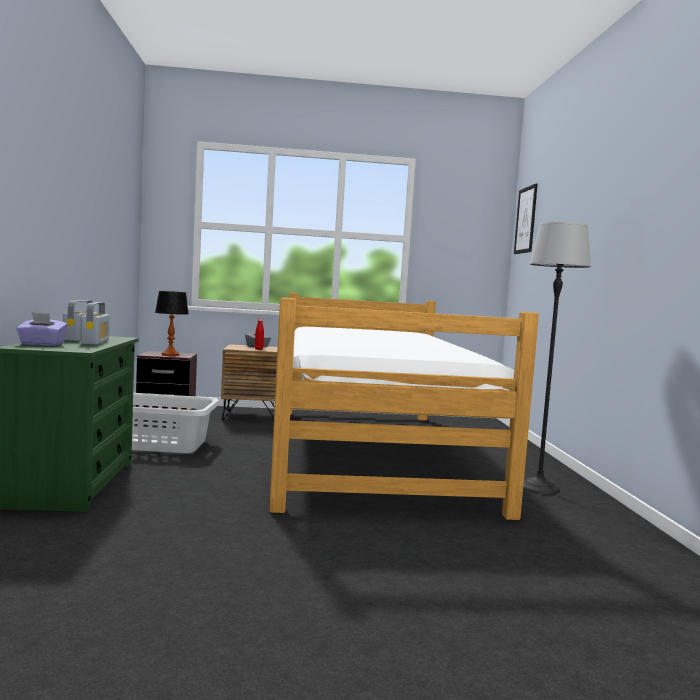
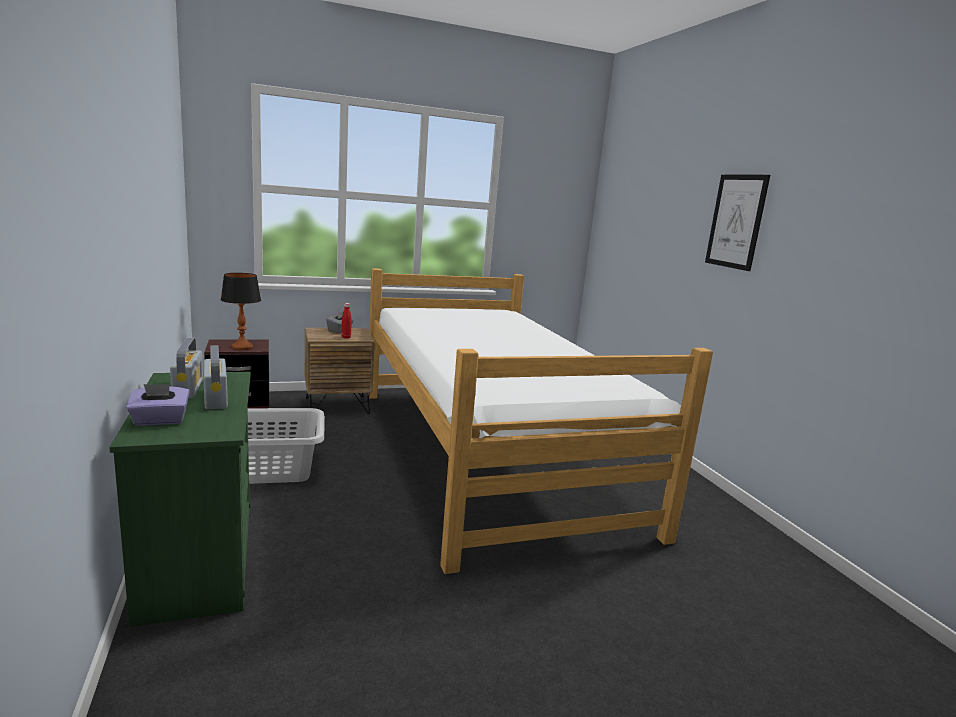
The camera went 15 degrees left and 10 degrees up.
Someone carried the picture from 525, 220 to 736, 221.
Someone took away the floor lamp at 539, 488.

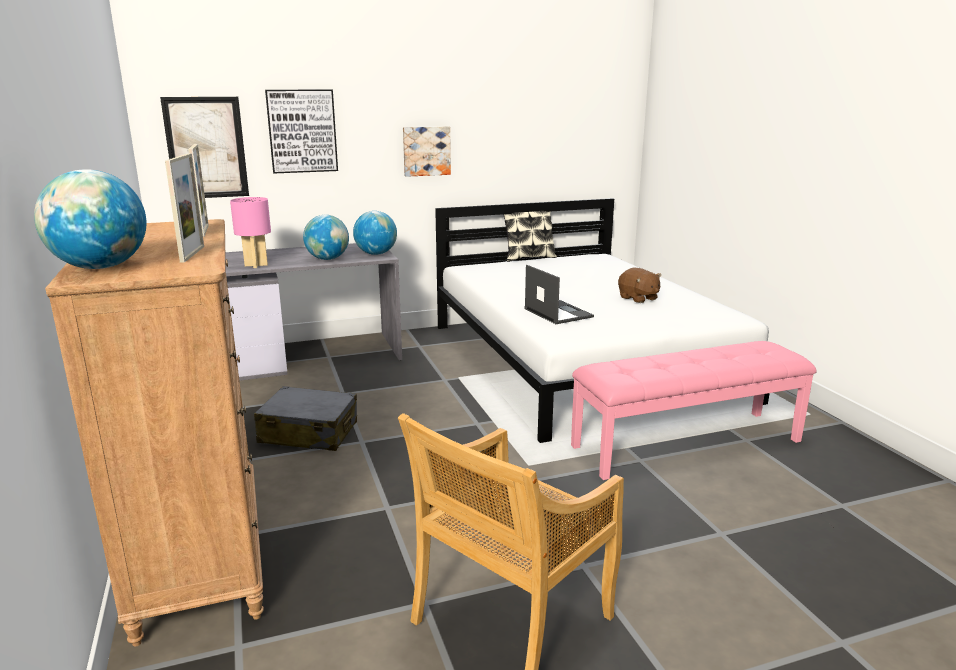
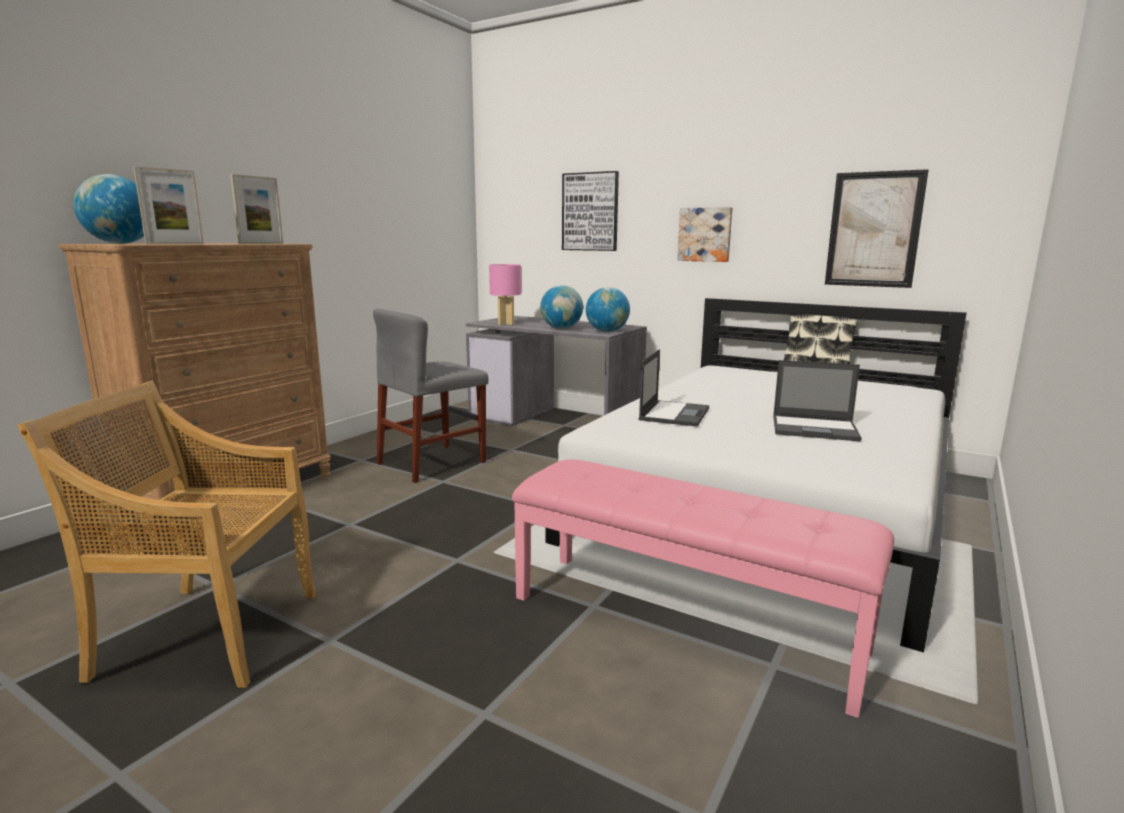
The camera went 50 degrees right and 5 degrees down.
Someone swapped the grey suitcase at 308, 433 for the grey chair at 432, 463.
Someone swapped the brown plush toy at 638, 298 for the laptop at 815, 429.
Someone carried the picture from 206, 148 to 874, 230.

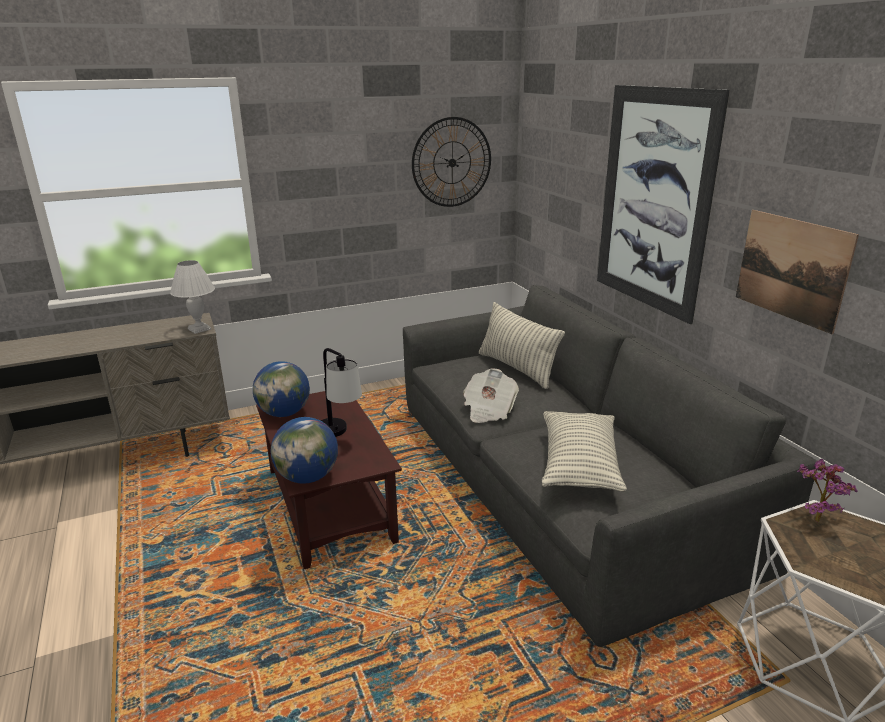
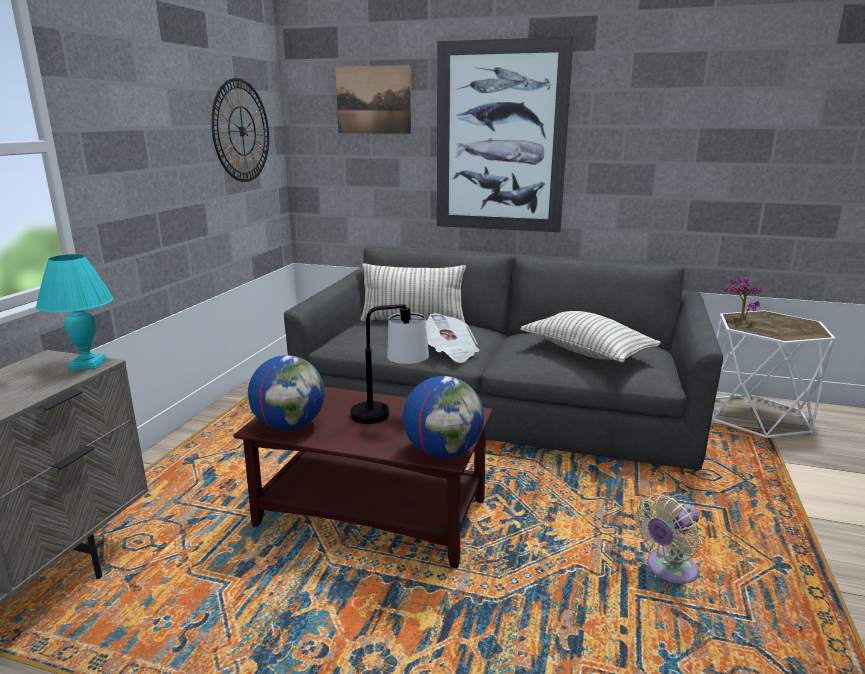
The camera went 50 degrees left and 5 degrees down.
Someone repainted the white table lamp at 199, 329, which became the turquoise table lamp at 86, 364.
Someone carried the picture from 791, 269 to 373, 100.
Someone put down the beige fan at 668, 570.

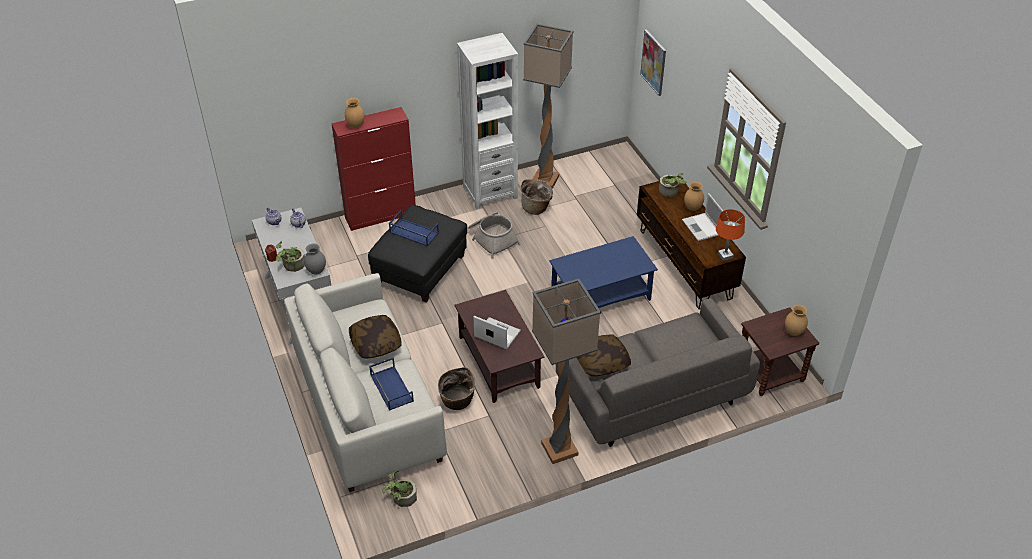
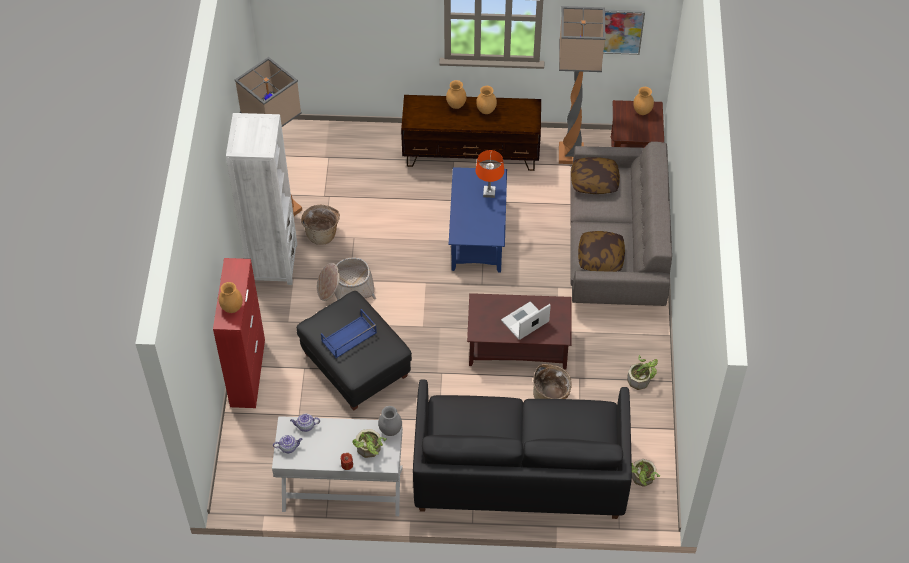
The camera went 65 degrees left and 10 degrees up.
Someone repainted the white sofa at 367, 406, which became the black sofa at 520, 471.
Someone swapped the laptop at 702, 227 for the brown vase at 486, 110.
Someone carried the orange table lamp from 725, 256 to 489, 193.
Someone carried the floor lamp from 559, 450 to 572, 155.
Someone carried the pillow from 375, 343 to 594, 182.
Someone carried the picture from 653, 62 to 619, 31.
Someone carried the potted plant from 670, 191 to 641, 379.
Someone took away the blue tray at 391, 388.

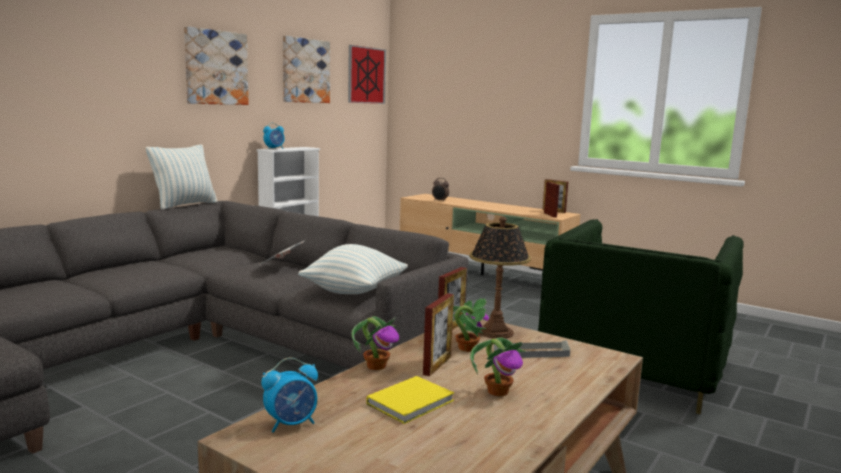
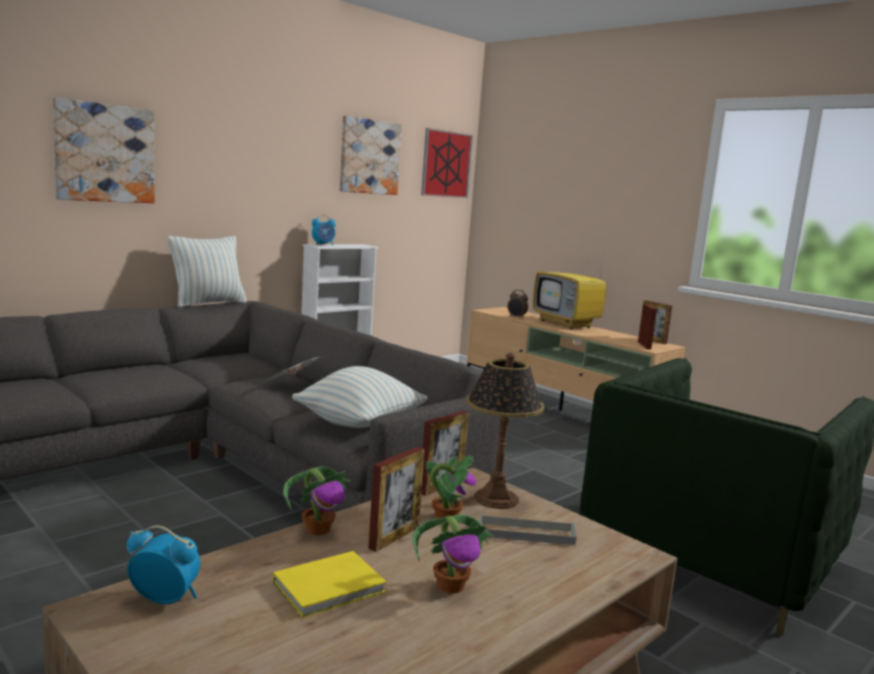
The camera went 10 degrees right and 0 degrees up.
Someone carried the picture from 216, 67 to 105, 153.
Someone rotated the alarm clock at 291, 424 by 150 degrees counterclockwise.
Someone put down the television at 567, 324.

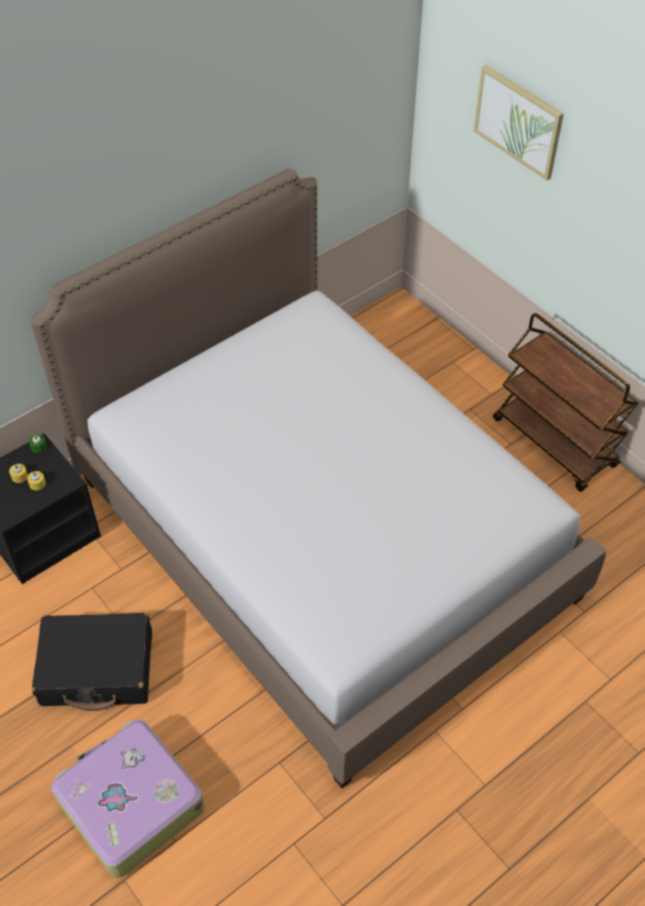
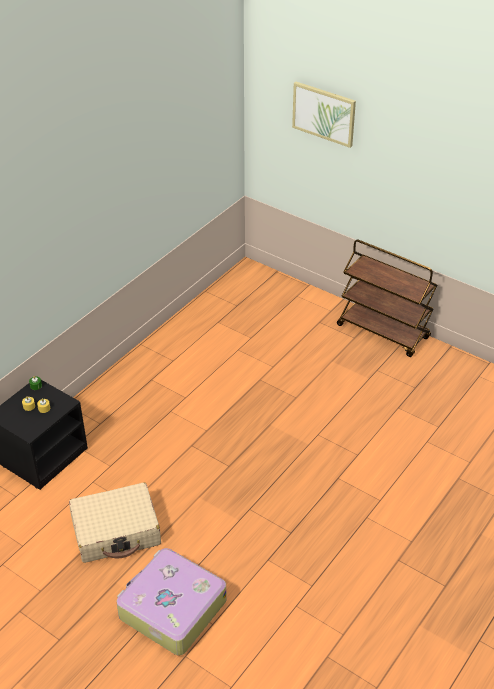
The camera went 15 degrees left and 10 degrees down.
Someone repainted the black suitcase at 98, 669, which became the beige suitcase at 116, 531.
Someone took away the bed at 322, 537.

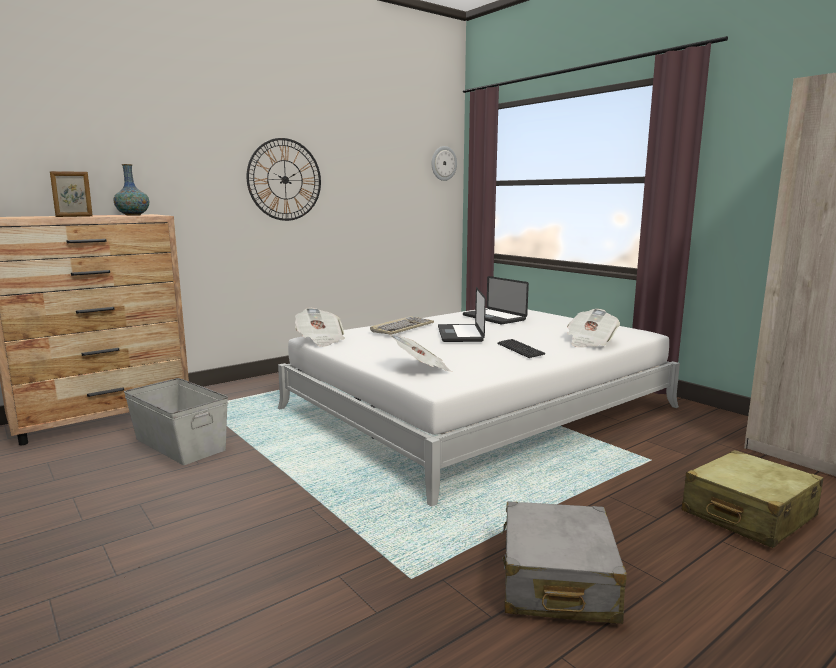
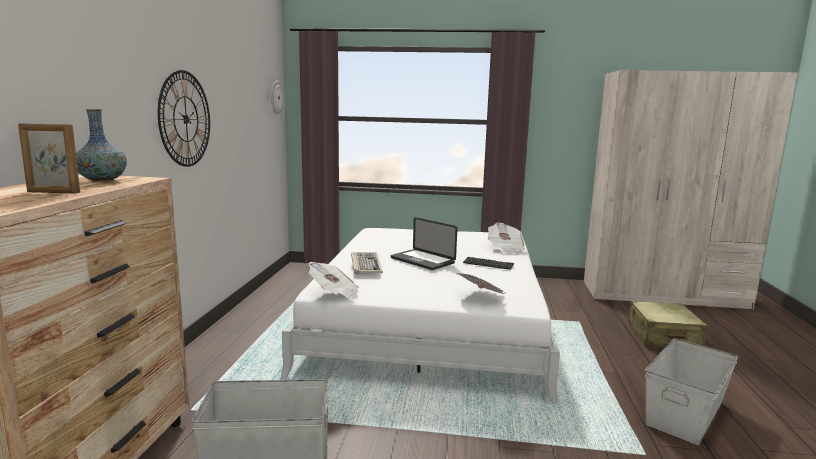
The camera went 45 degrees left and 0 degrees up.
Someone rotated the picture frame at 74, 216 by 75 degrees clockwise.
Someone swapped the grey suitcase at 557, 580 for the grey storage box at 686, 413.
Someone took away the laptop at 494, 318.

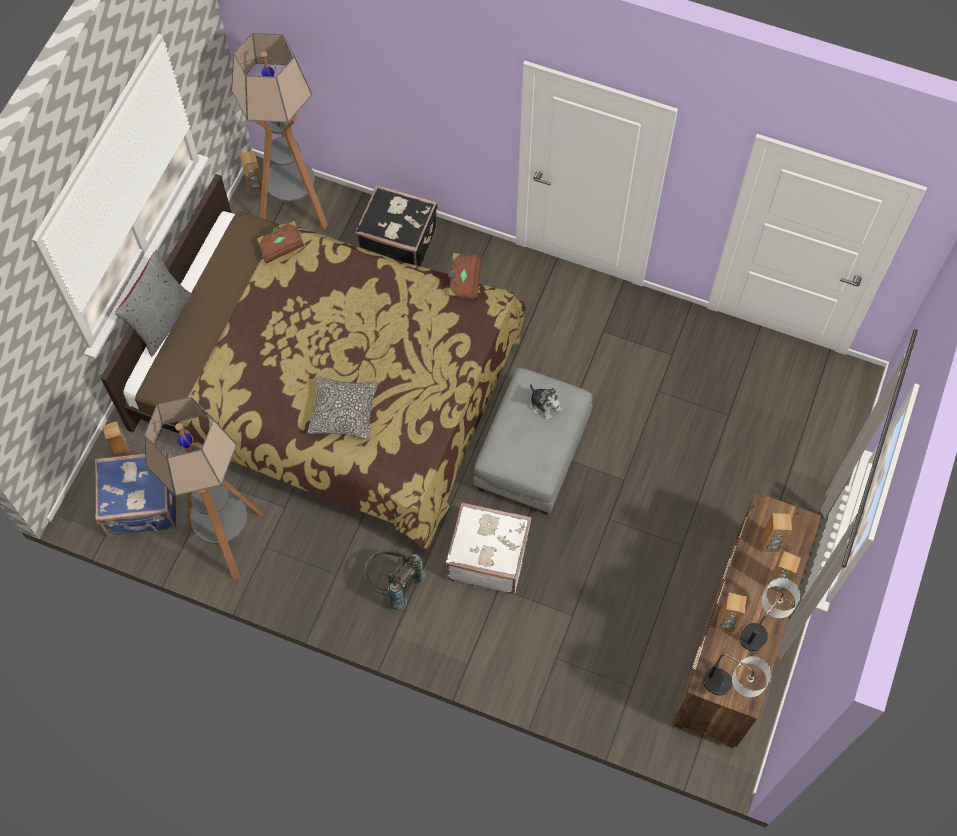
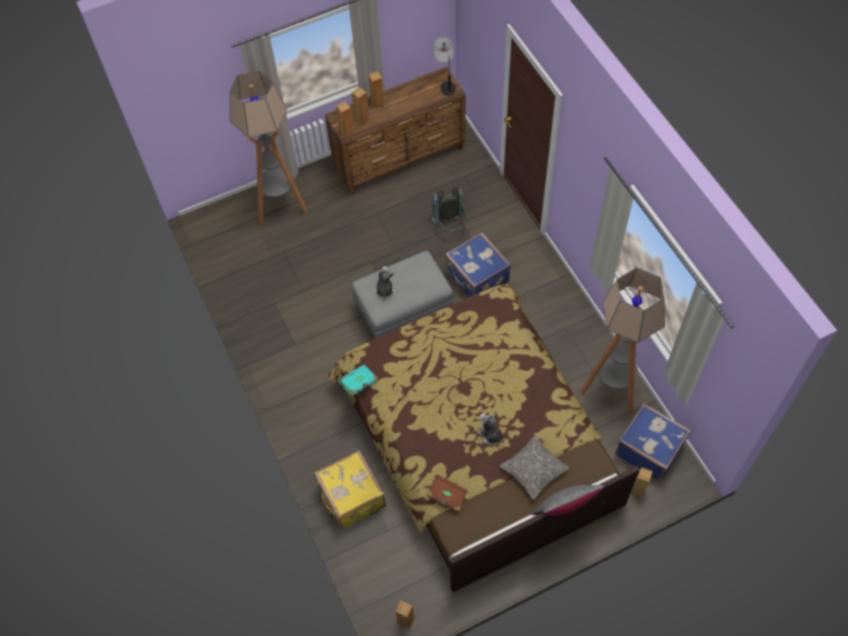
The camera went 135 degrees left and 5 degrees down.
Someone carried the floor lamp from 295, 211 to 281, 206.
Someone repainted the black suitcase at 398, 240, which became the yellow suitcase at 351, 498.
Someone carried the brown speaker from 726, 623 to 347, 133.
Someone repainted the brown book at 464, 281, which became the turquoise book at 359, 383.
Someone carried the grey backpack from 393, 584 to 451, 226.
Someone repainted the white suitcase at 488, 556, which became the blue suitcase at 476, 278.
Someone put down the plush toy at 490, 435.
Someone carried the pillow from 343, 412 to 533, 470.
Someone took away the table lamp at 762, 626.

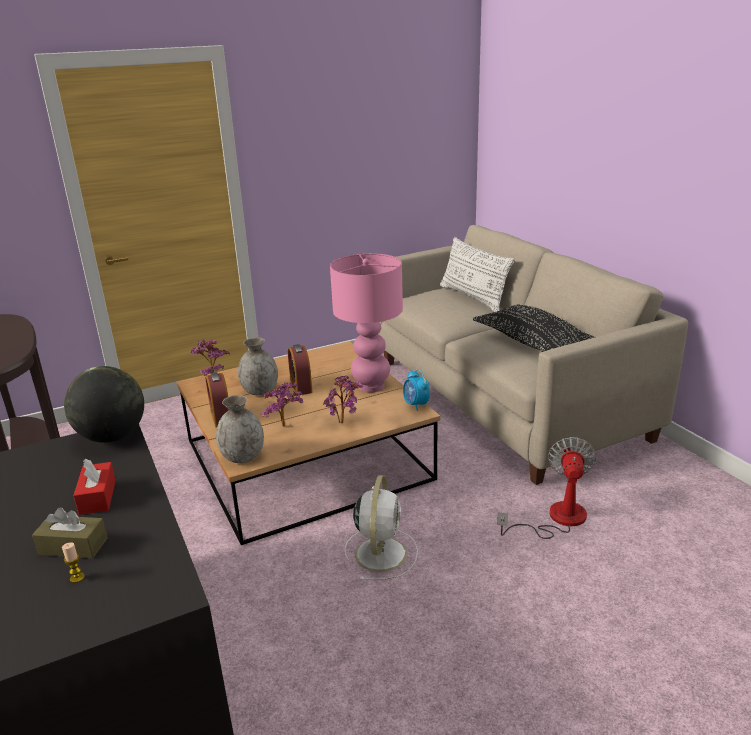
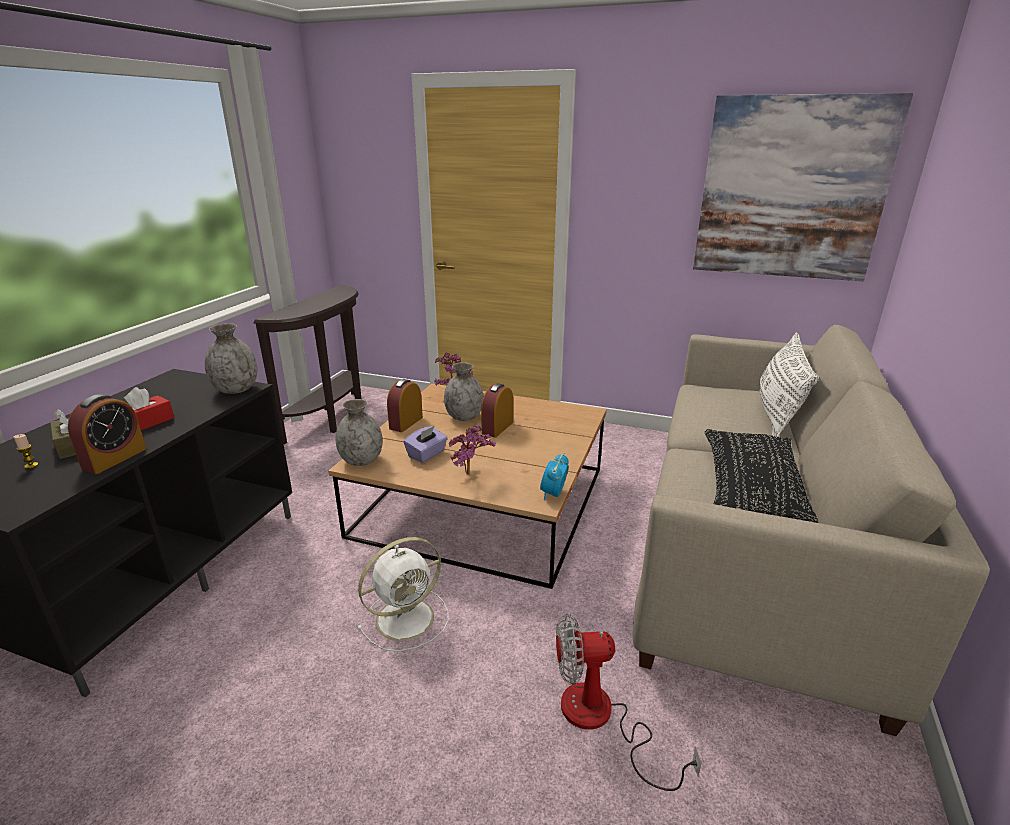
The camera went 45 degrees right and 0 degrees up.
Someone put down the alarm clock at 115, 458.
Someone swapped the globe at 113, 437 for the grey vase at 236, 390.
Someone swapped the potted plant at 285, 427 for the purple tissue box at 427, 454.
Someone rotated the fan at 556, 519 by 150 degrees counterclockwise.
Someone put up the picture at 791, 189.
Someone took away the pink table lamp at 370, 386.

